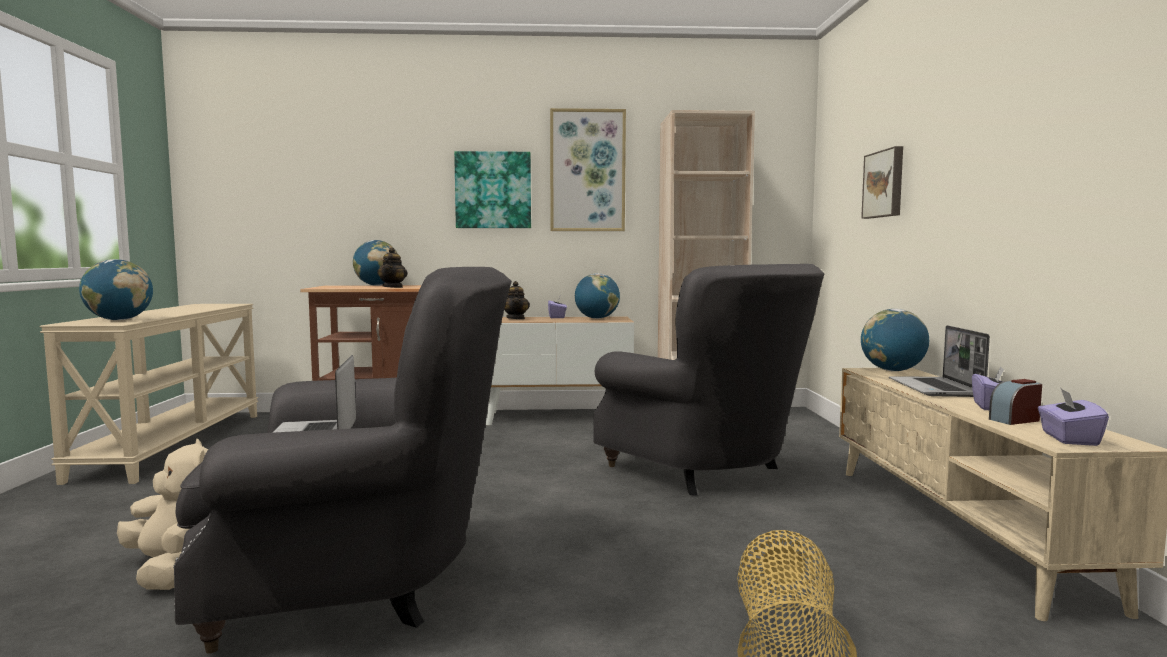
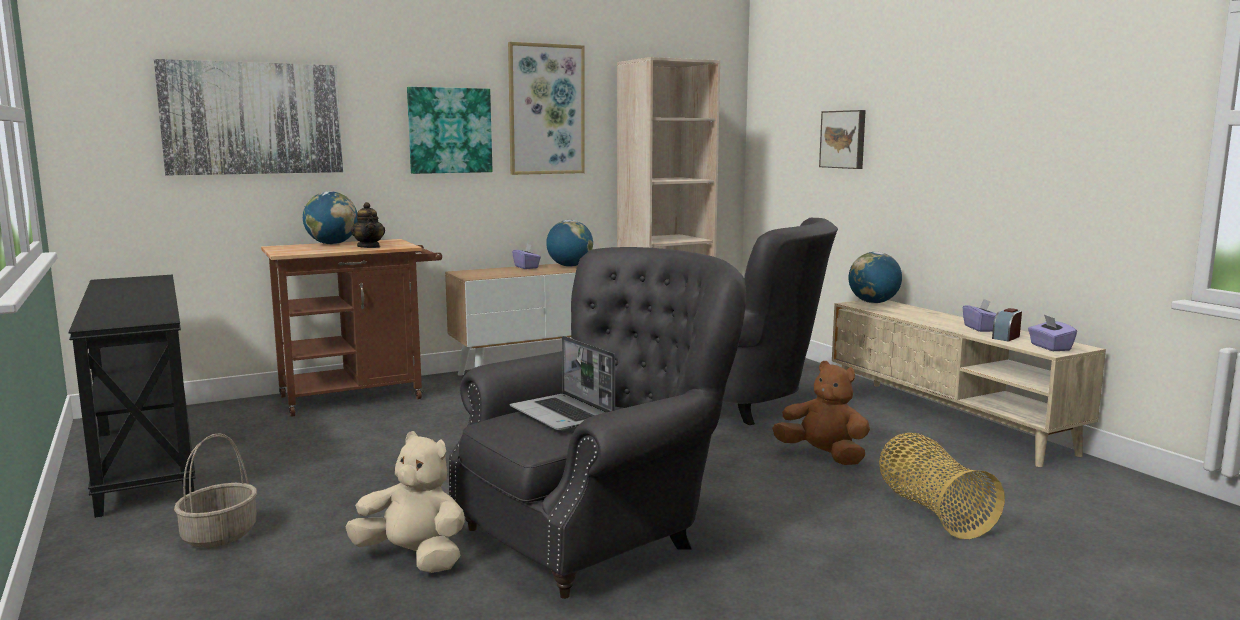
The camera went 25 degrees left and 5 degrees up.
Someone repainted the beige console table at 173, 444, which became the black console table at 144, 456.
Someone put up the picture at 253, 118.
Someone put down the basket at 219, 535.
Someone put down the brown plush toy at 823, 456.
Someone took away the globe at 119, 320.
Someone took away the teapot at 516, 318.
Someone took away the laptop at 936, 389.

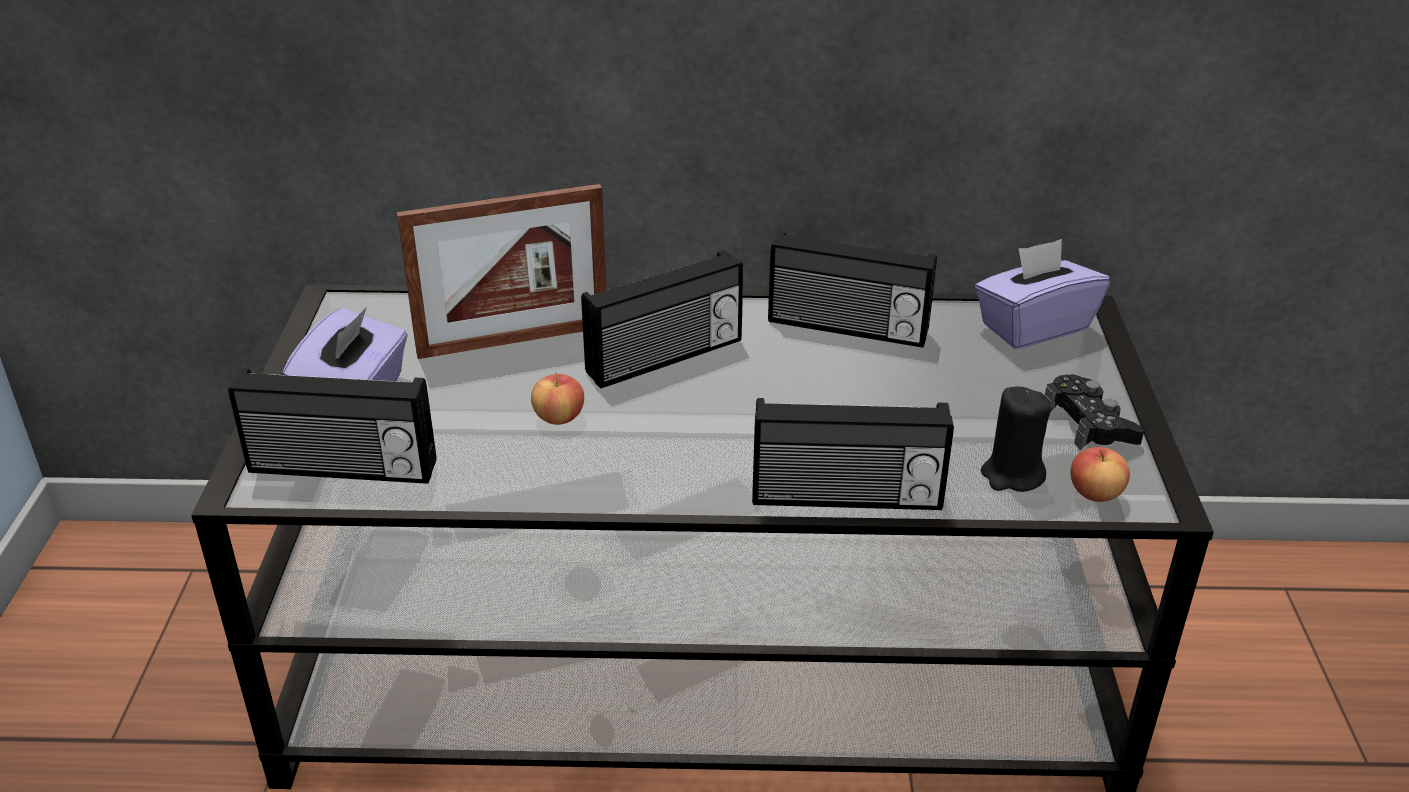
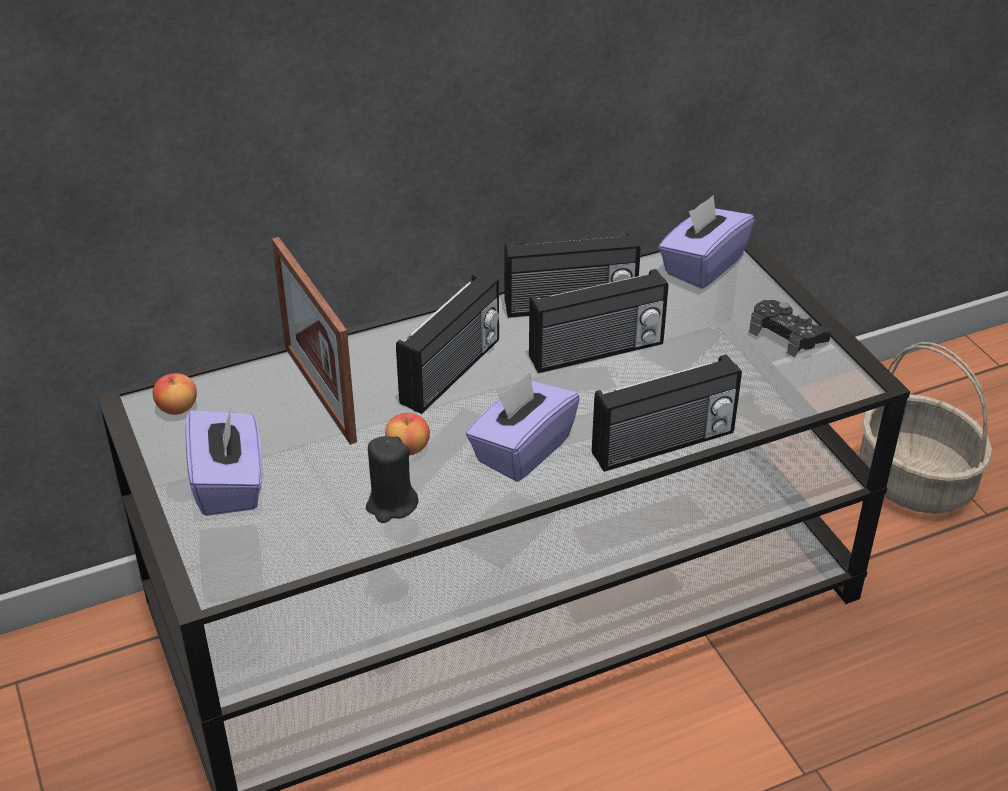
The camera went 25 degrees left and 5 degrees up.
Someone carried the apple from 1095, 493 to 177, 408.
Someone rotated the picture frame at 513, 340 by 105 degrees clockwise.
Someone carried the black candle from 1012, 475 to 391, 504.
Someone put down the purple tissue box at 521, 450.
Someone carried the radio from 342, 469 to 597, 352.
Someone put down the basket at 916, 482.

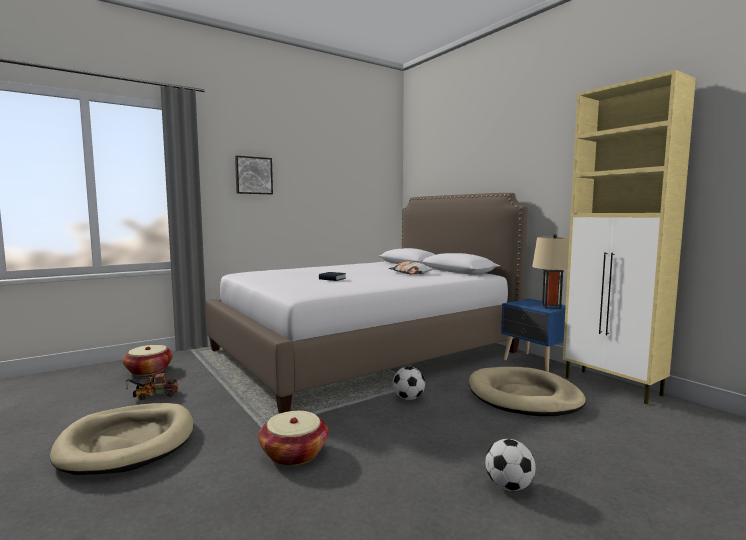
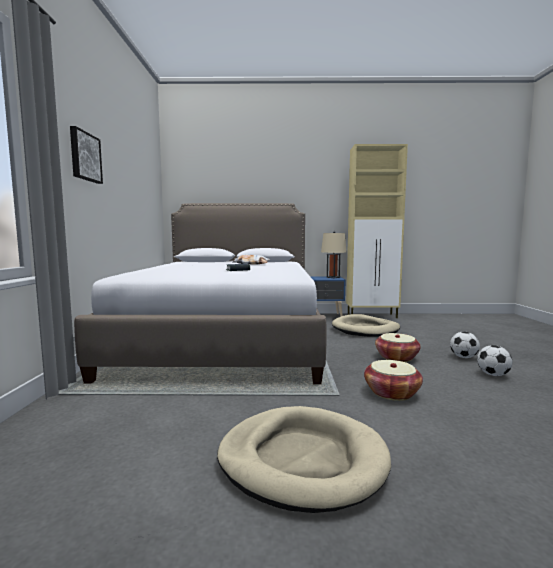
The camera went 55 degrees left and 0 degrees up.
Someone carried the basket from 149, 370 to 396, 357.
Someone carried the football from 408, 398 to 493, 375.
Someone took away the toy truck at 153, 395.

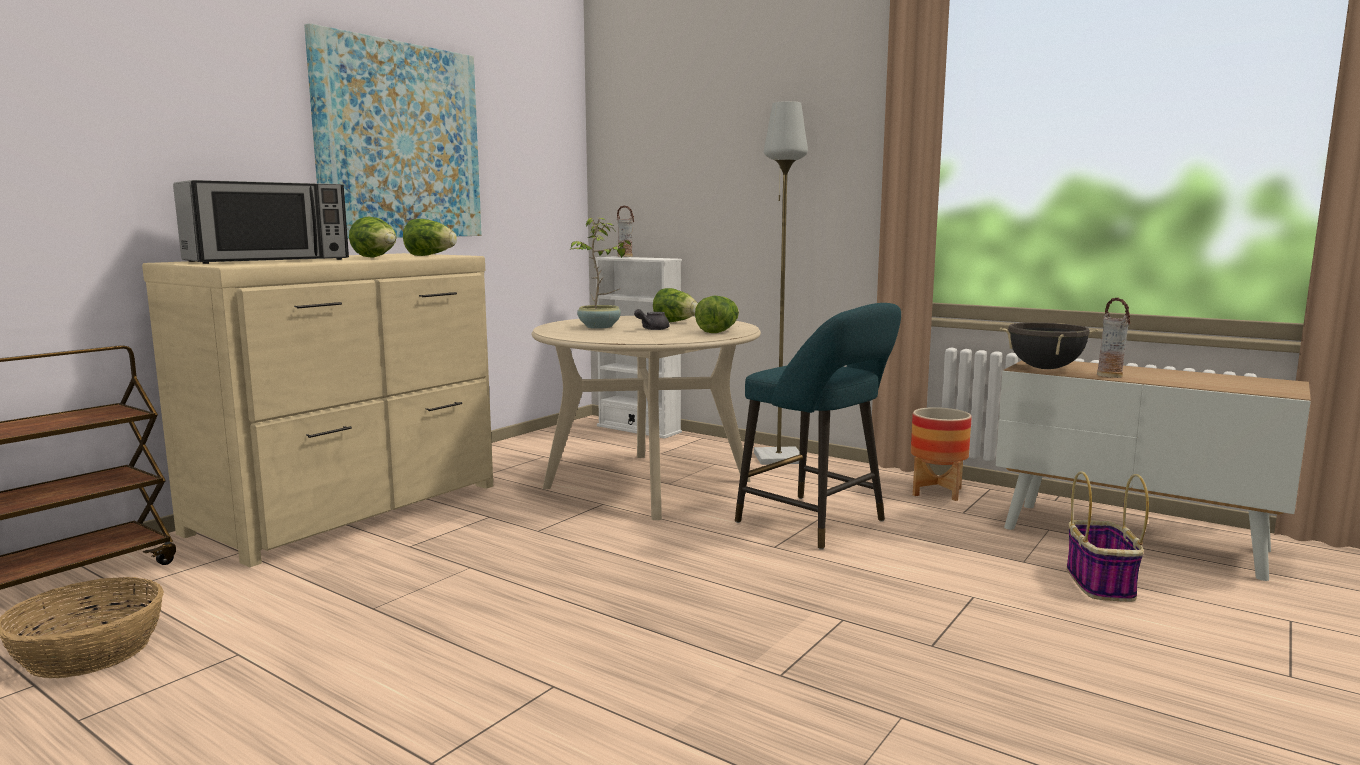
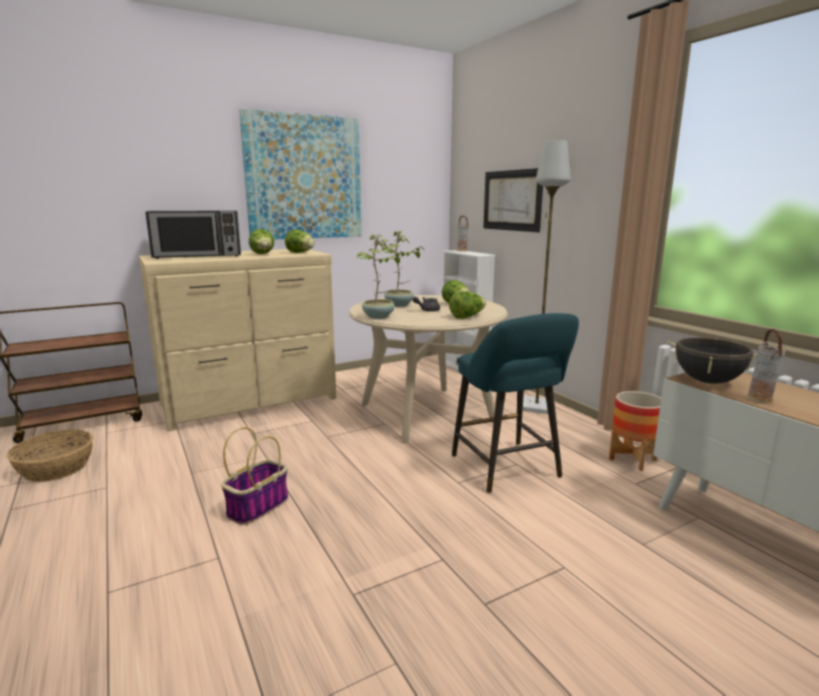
The camera went 25 degrees right and 5 degrees up.
Someone carried the basket from 1099, 582 to 258, 506.
Someone put down the potted plant at 379, 317.
Someone put up the picture at 511, 200.

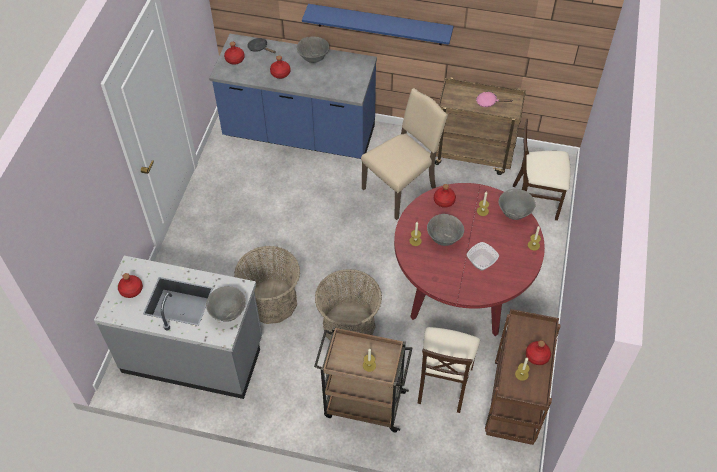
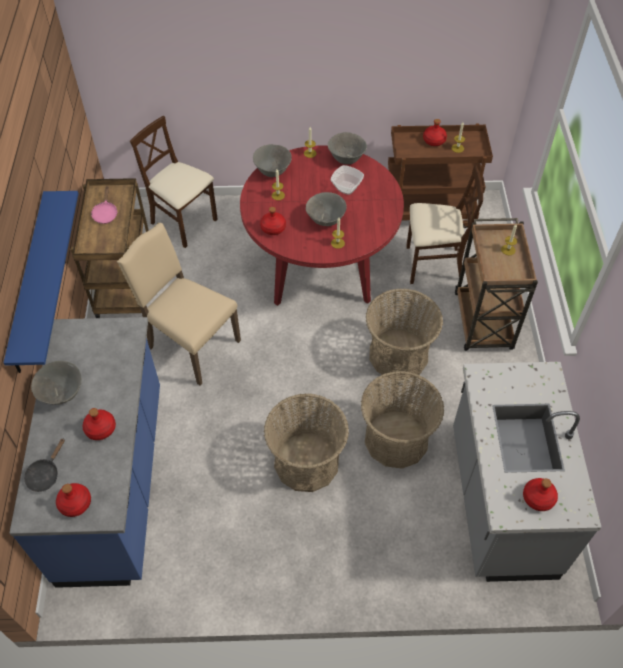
The camera went 105 degrees left and 0 degrees up.
Someone rotated the beige chair at 536, 201 by 135 degrees clockwise.
Someone put down the basket at 306, 462.
Someone carried the grey bowl from 228, 312 to 346, 159.

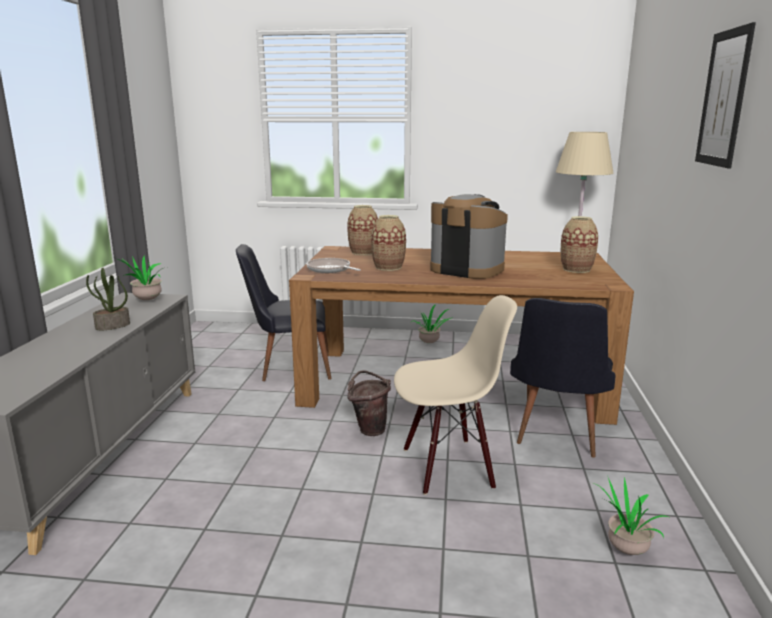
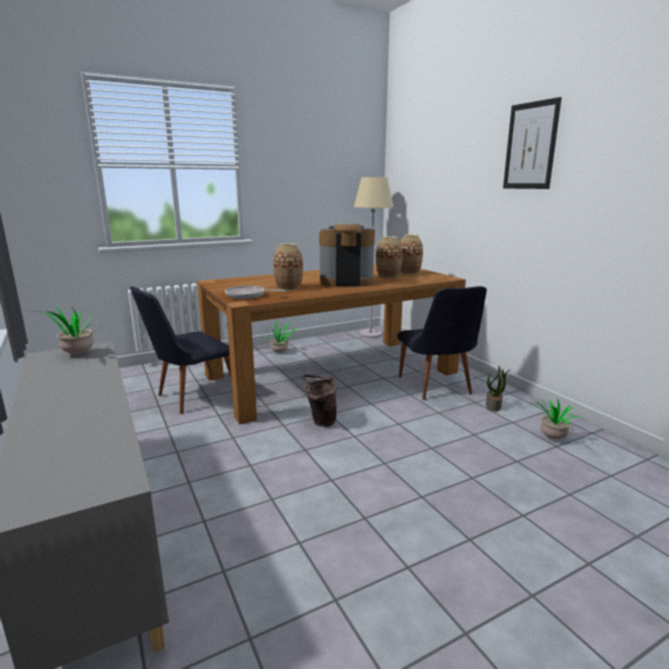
The camera went 35 degrees left and 0 degrees up.
Someone carried the vase from 363, 252 to 388, 276.
Someone carried the potted plant from 112, 326 to 493, 406.
Someone took away the beige chair at 448, 466.

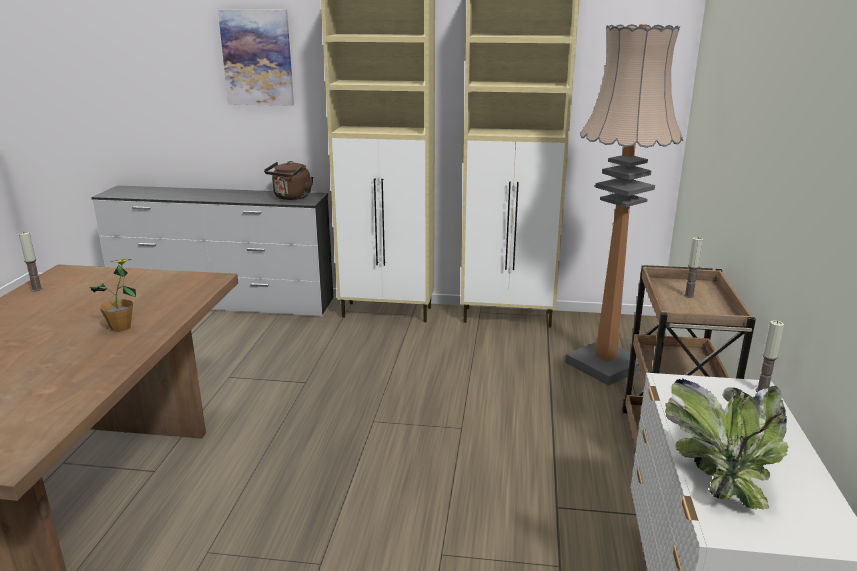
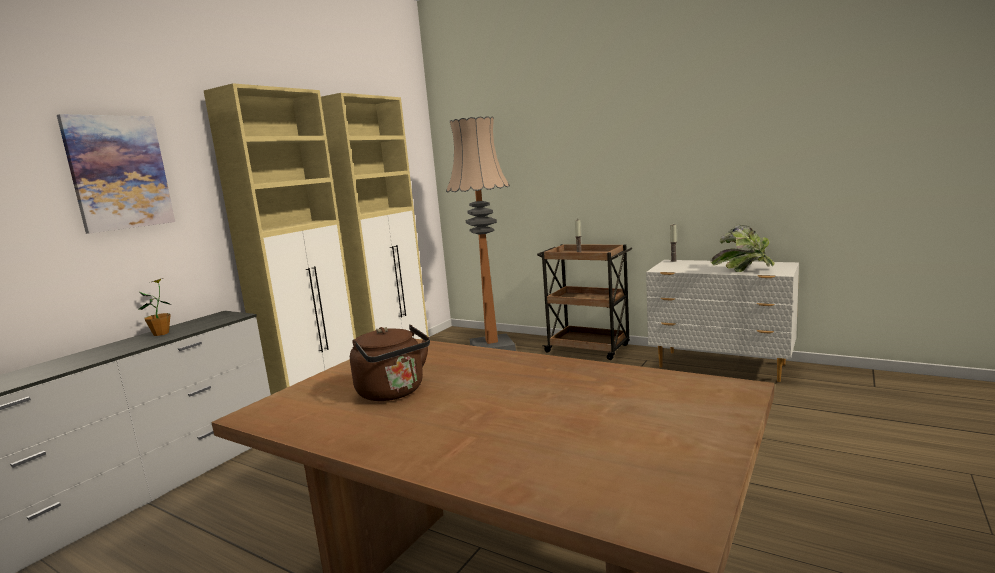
The camera went 65 degrees left and 10 degrees down.
Someone carried the potted plant from 121, 327 to 161, 333.
Someone carried the brown kettle from 291, 197 to 394, 392.
Someone took away the candle at 37, 289.

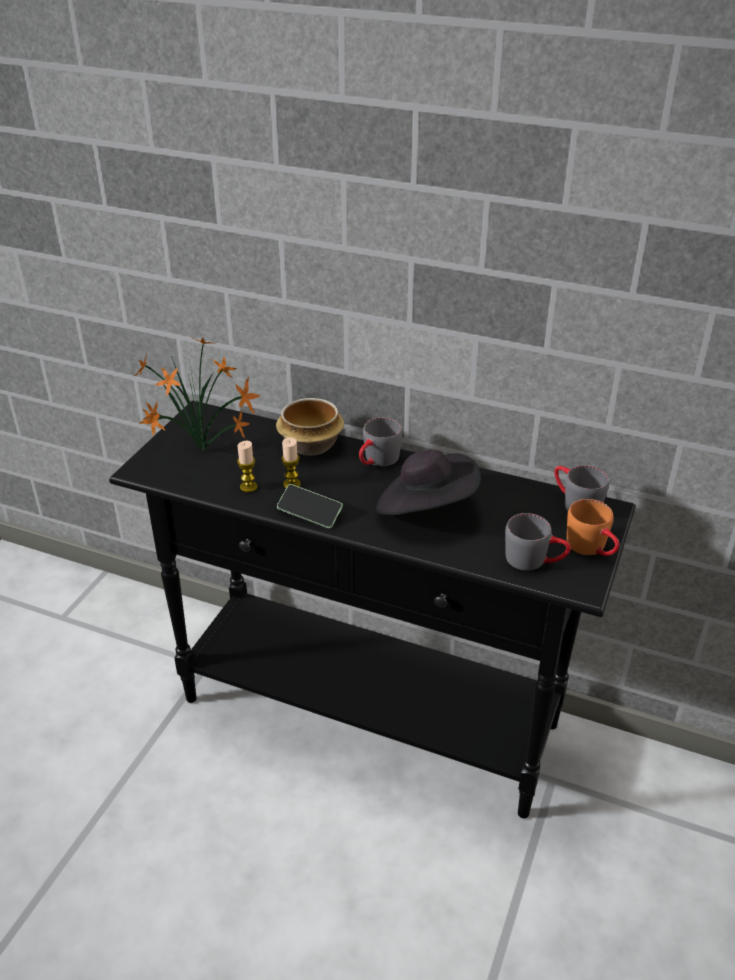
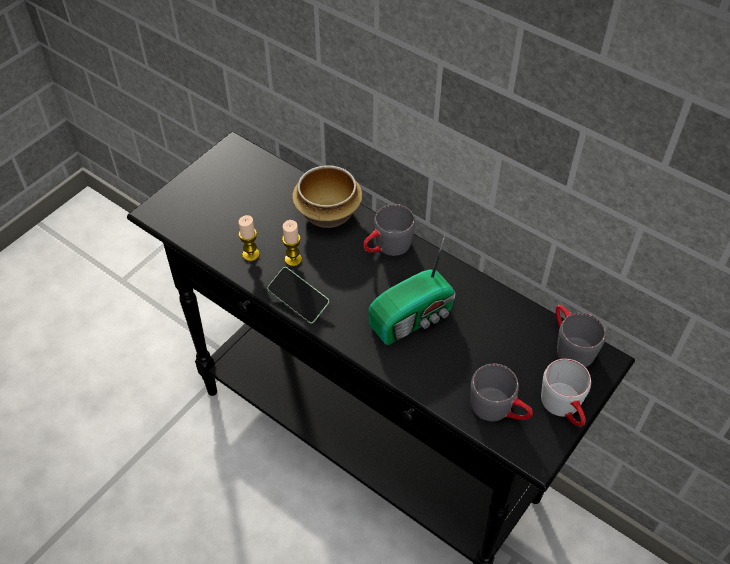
The camera went 15 degrees right and 15 degrees up.
Someone swapped the black hat at 426, 508 for the radio at 414, 318.
Someone repainted the orange mug at 592, 548, which became the grey mug at 565, 408.
Someone took away the potted plant at 204, 452.

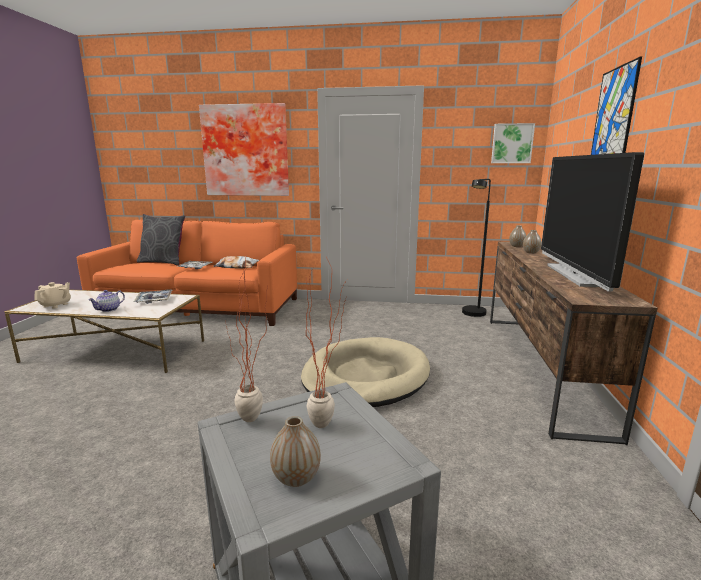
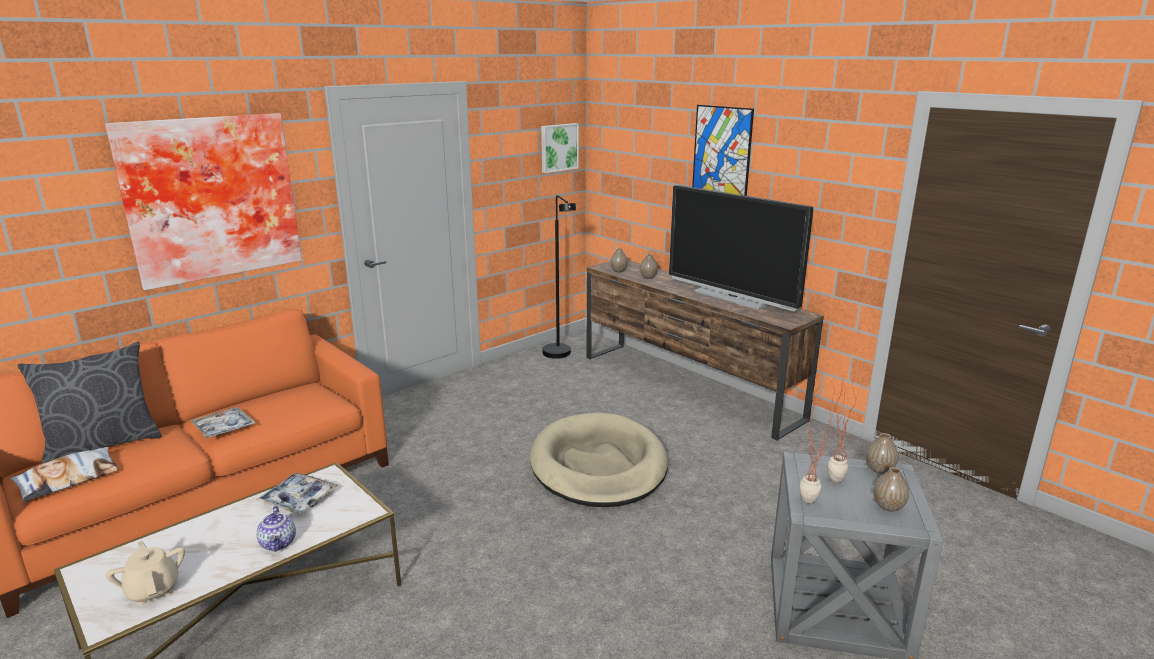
The camera went 50 degrees left and 5 degrees up.
Someone carried the pillow from 236, 266 to 69, 479.
Someone put down the vase at 879, 470.

